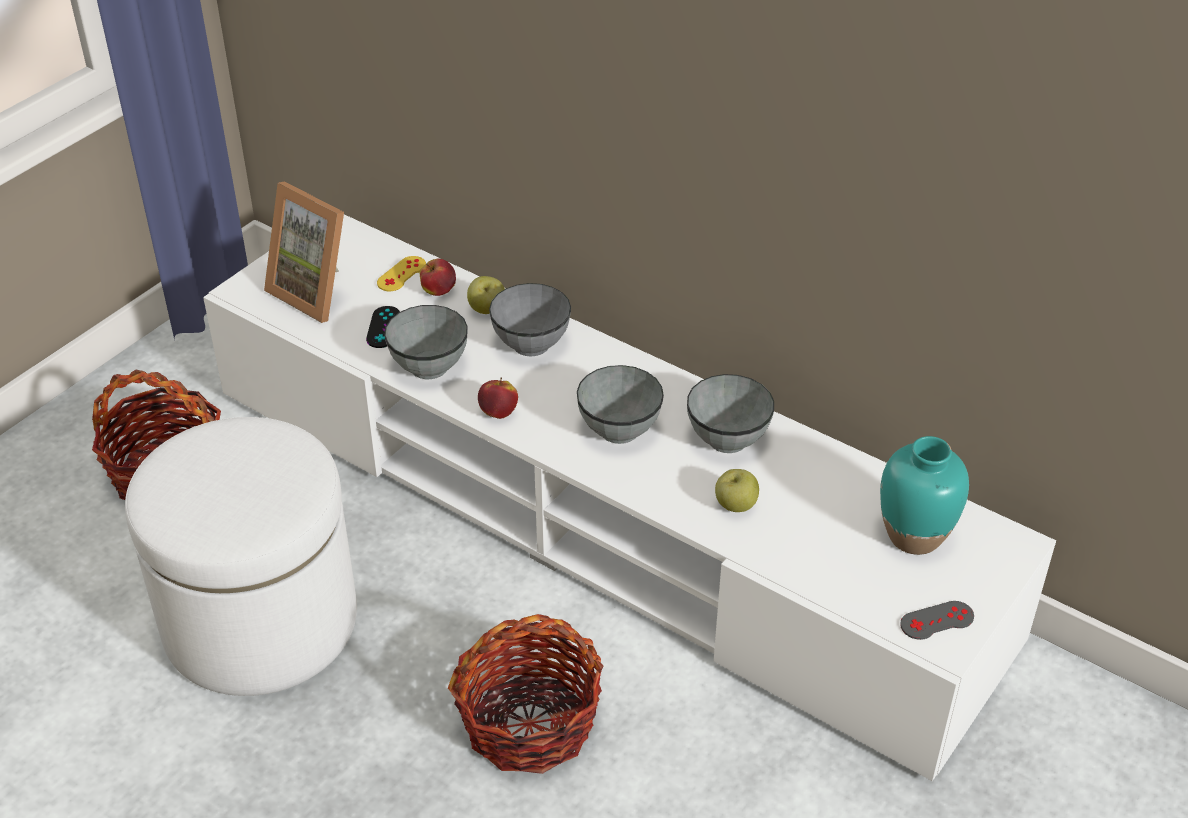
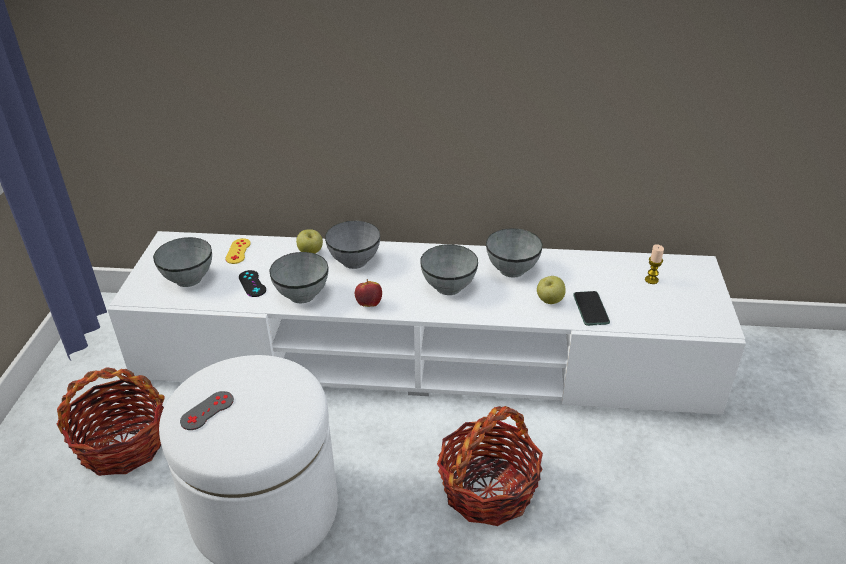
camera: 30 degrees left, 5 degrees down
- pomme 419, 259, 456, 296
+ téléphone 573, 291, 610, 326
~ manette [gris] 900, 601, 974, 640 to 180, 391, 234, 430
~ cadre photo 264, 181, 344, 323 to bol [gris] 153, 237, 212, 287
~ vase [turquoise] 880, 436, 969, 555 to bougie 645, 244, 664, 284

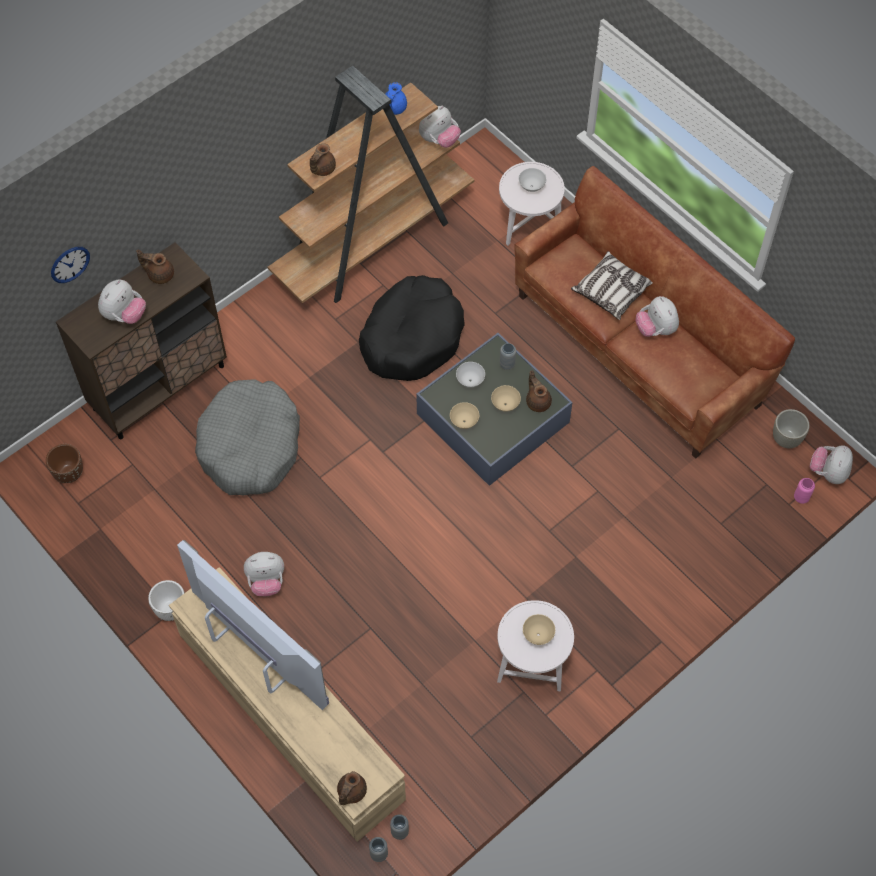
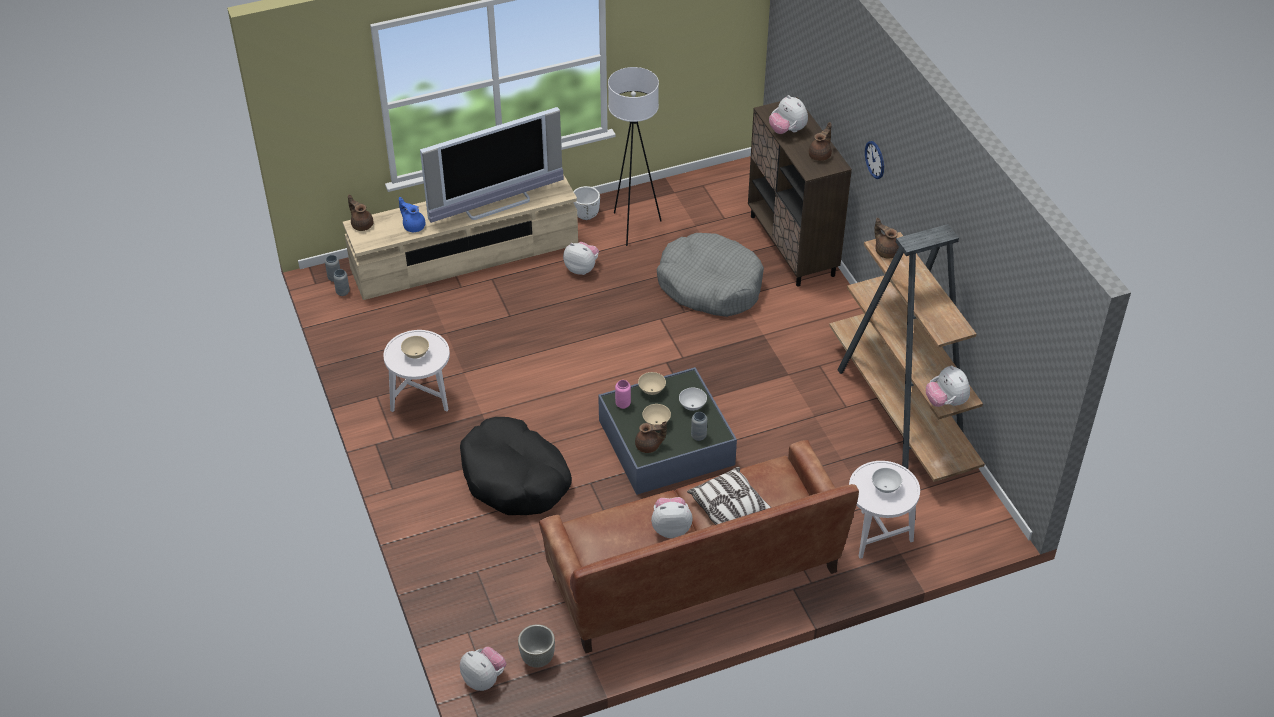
camera: 110 degrees right, 15 degrees down
- cache-pot [marron] 46, 444, 83, 483
+ lampadaire [blanc] 608, 67, 662, 246
~ horloge murale 51, 247, 90, 283 to 865, 141, 884, 179
~ panier pour chien [noir] 359, 275, 465, 381 to 460, 417, 572, 515
~ théière [bleu] 385, 82, 407, 115 to 399, 197, 425, 232
~ vase [rose] 794, 478, 815, 504 to 615, 380, 631, 409
~ peluche 244, 552, 284, 596 = 563, 242, 599, 275 105 degrees clockwise

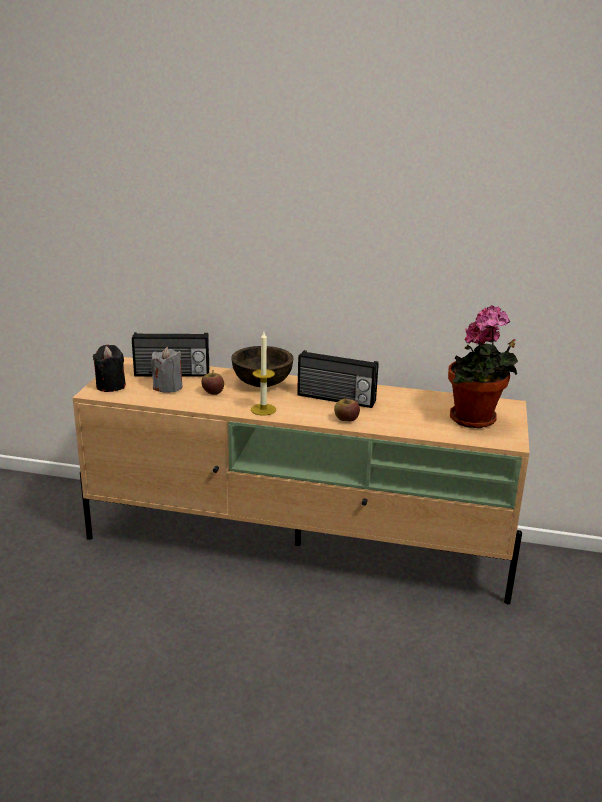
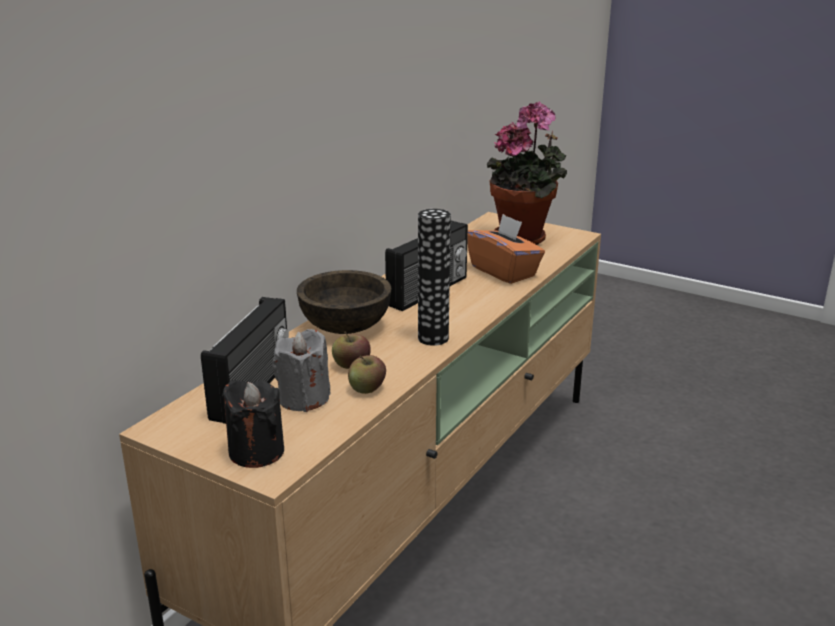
camera: 70 degrees left, 0 degrees up
+ boîte à mouchoirs [orange] 467, 214, 545, 284
~ pomme 334, 396, 360, 421 to 348, 355, 386, 394
~ bougie 251, 332, 276, 416 to vase 418, 209, 451, 346

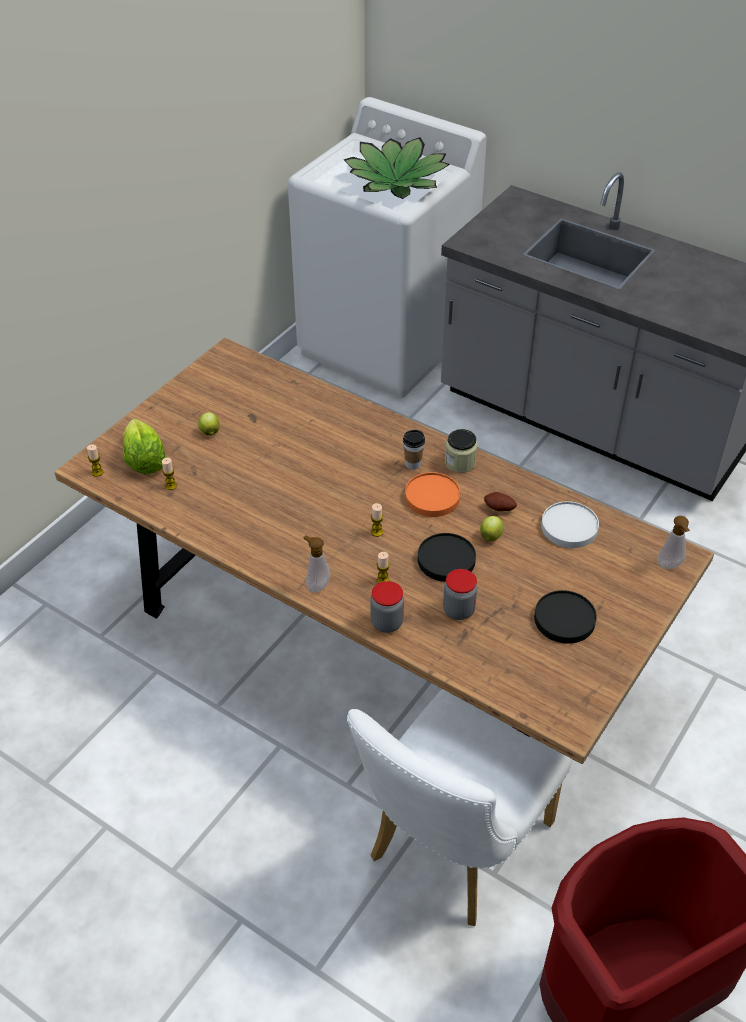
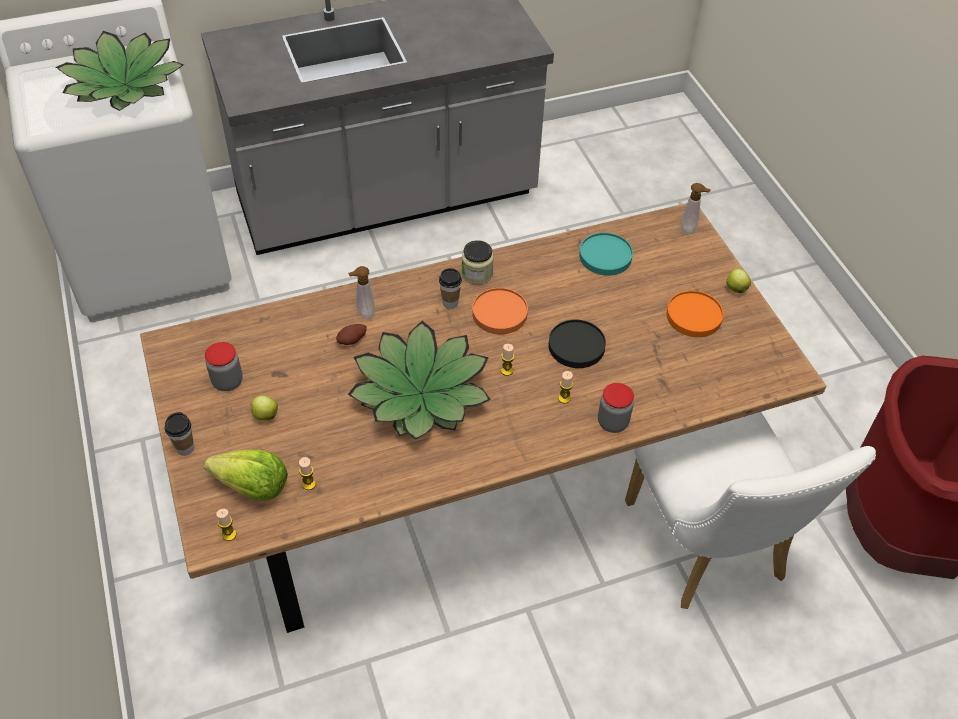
camera: 55 degrees left, 5 degrees up
+ tasse 165, 412, 194, 456
+ plante en pot 348, 321, 491, 440
~ distributeur de savon 304, 535, 330, 593 to 348, 266, 375, 319
~ bocal 443, 569, 477, 620 to 205, 342, 243, 391
~ pomme 480, 516, 504, 541 to 726, 269, 751, 293
~ pomme de terre 484, 492, 517, 511 to 336, 324, 367, 345
~ assiette [noir] 534, 590, 597, 644 to assiette [orange] 667, 291, 723, 337
~ assiette [blanc] 541, 501, 599, 548 to assiette [turquoise] 579, 233, 633, 276

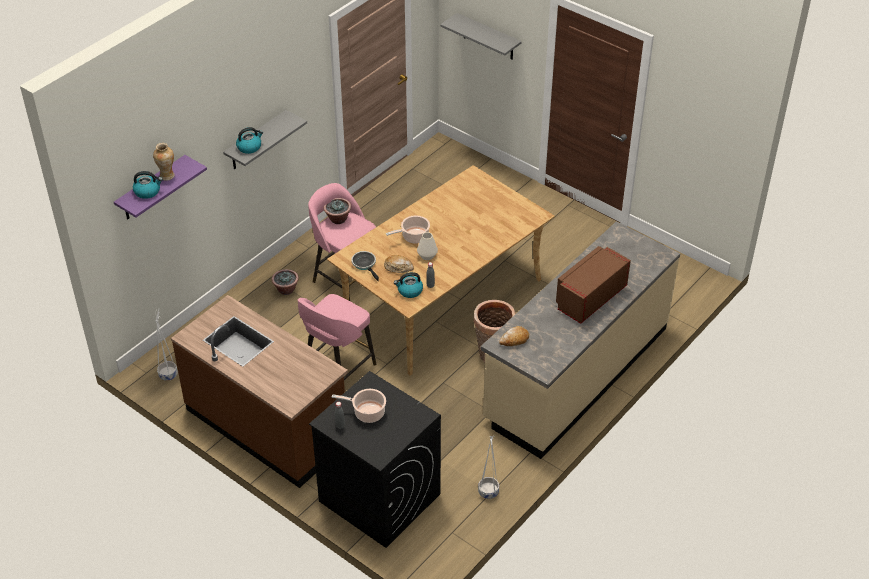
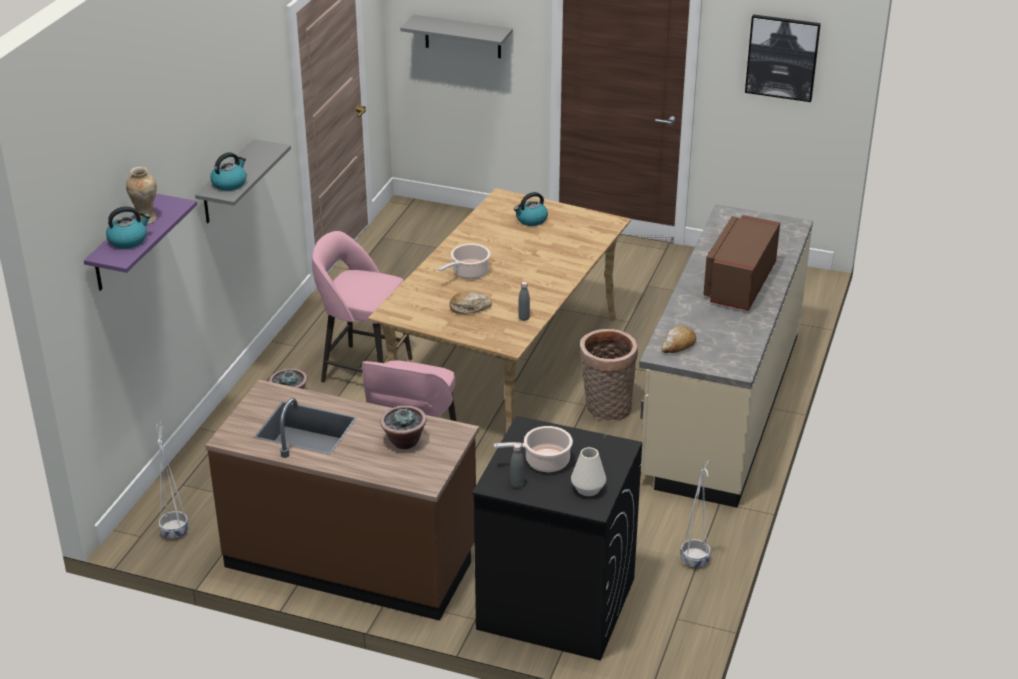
camera: 20 degrees left, 10 degrees down
- poêle 351, 251, 379, 281
+ tableau 745, 14, 821, 102
~ plante en pot 324, 198, 351, 224 to 380, 406, 427, 449
~ bouilloire 394, 272, 423, 298 to 514, 192, 548, 226
~ vase [blanc] 417, 232, 438, 260 to 571, 447, 606, 496

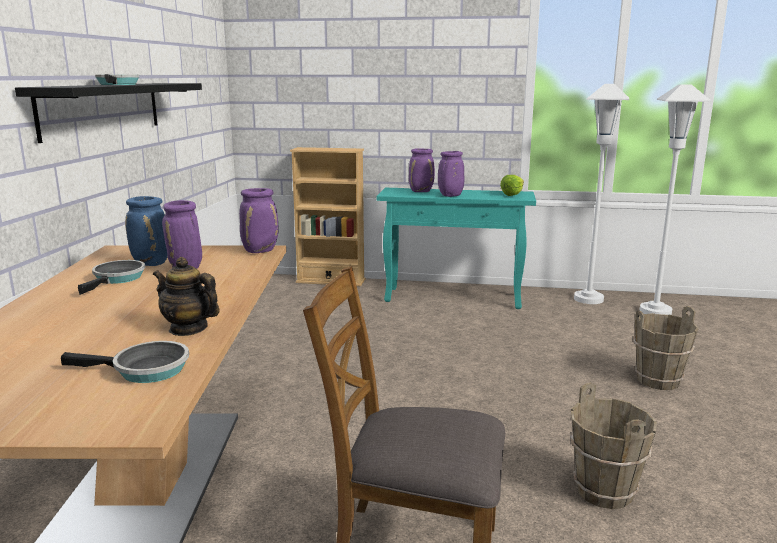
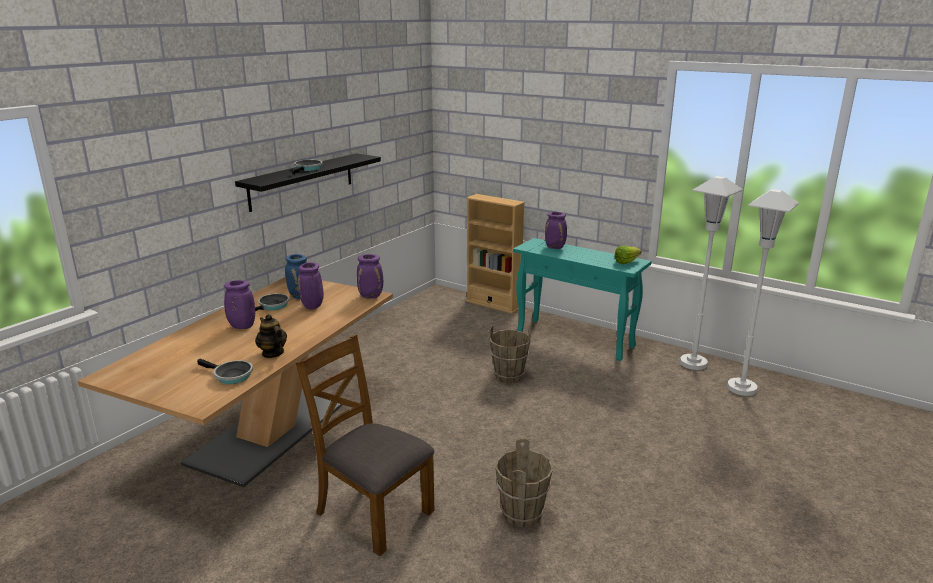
camera: 25 degrees right, 5 degrees up
~ vase [violet] 438, 151, 464, 197 to 224, 280, 255, 329
~ seau [marron] 633, 306, 699, 390 to 489, 326, 531, 383

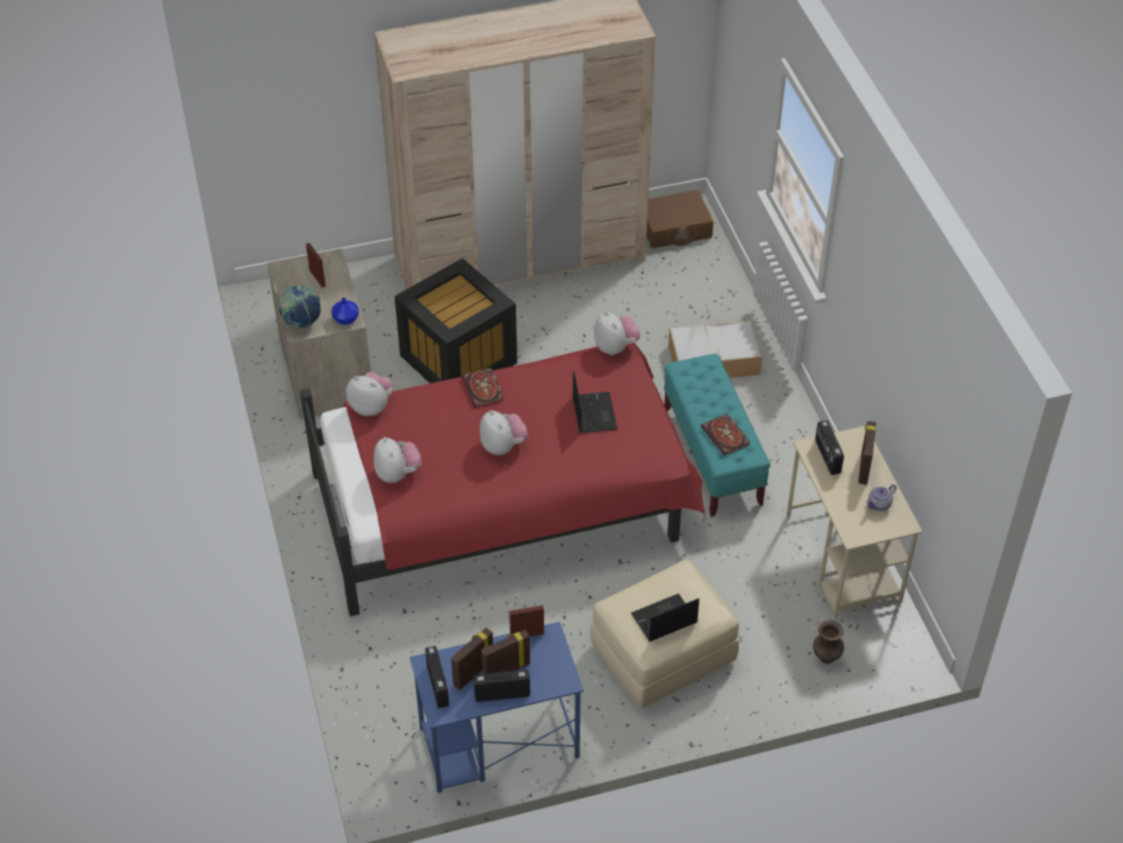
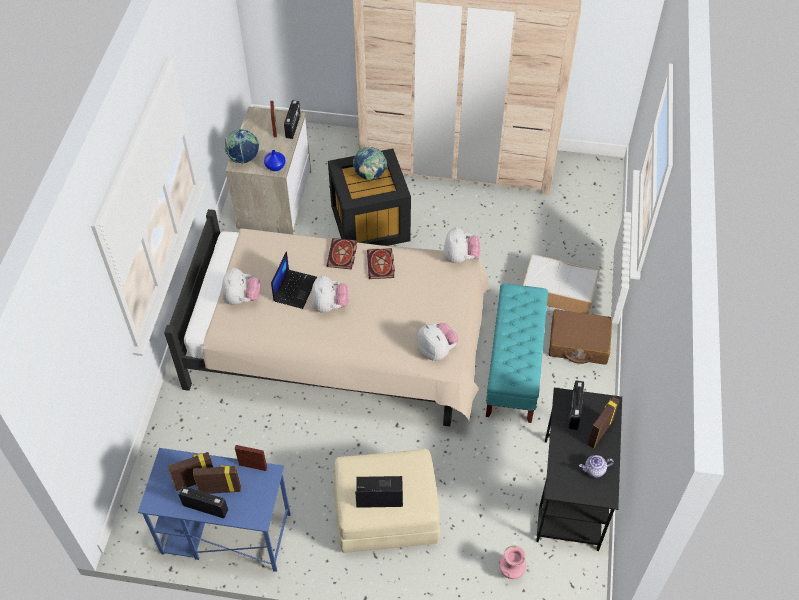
camera: 25 degrees right, 5 degrees up
+ globe 353, 147, 387, 180
~ peluche 346, 372, 393, 416 to 417, 323, 459, 361
~ radio 425, 646, 449, 708 to 284, 100, 301, 139
~ ordinateur portable 572, 371, 617, 433 to 271, 251, 317, 309
~ valise [marron] 646, 190, 713, 248 to 549, 309, 612, 365
~ livre 701, 414, 750, 456 to 367, 248, 395, 279
~ lit [rouge] 300, 342, 706, 616 to lit [beige] 164, 209, 491, 426
~ bureau [beige] 786, 426, 923, 619 to bureau [noir] 536, 388, 622, 551
~ vase [marron] 813, 620, 844, 664 to vase [rose] 499, 546, 526, 579

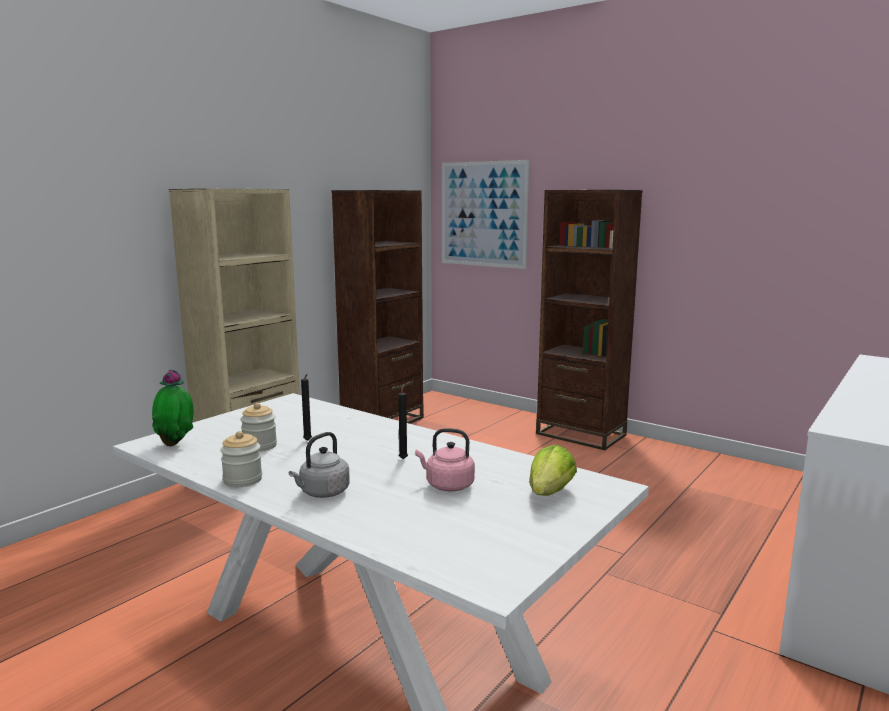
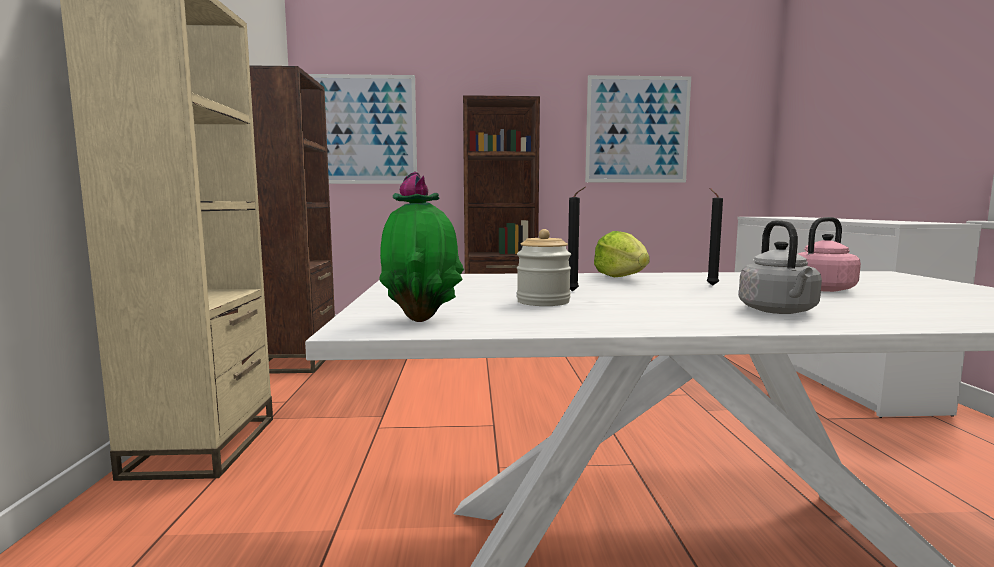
camera: 40 degrees left, 5 degrees down
- bocal 220, 431, 262, 487
+ tableau 585, 75, 691, 183
~ laitue 529, 445, 577, 496 to 594, 231, 650, 277

